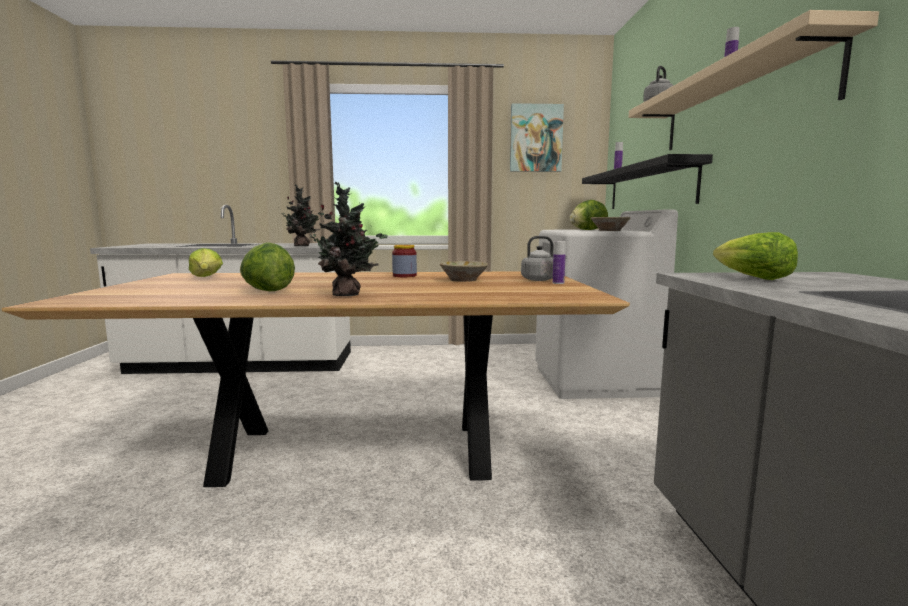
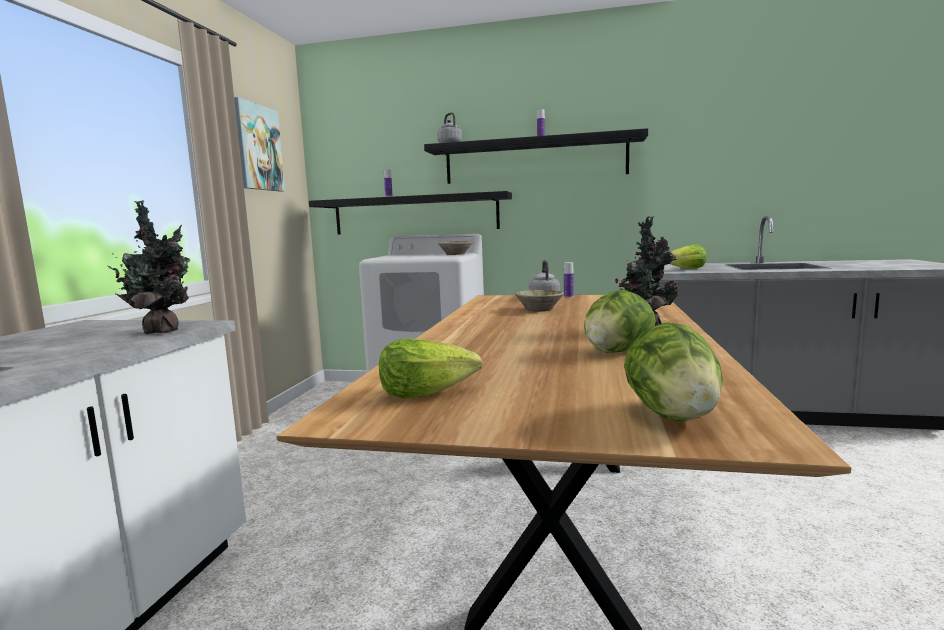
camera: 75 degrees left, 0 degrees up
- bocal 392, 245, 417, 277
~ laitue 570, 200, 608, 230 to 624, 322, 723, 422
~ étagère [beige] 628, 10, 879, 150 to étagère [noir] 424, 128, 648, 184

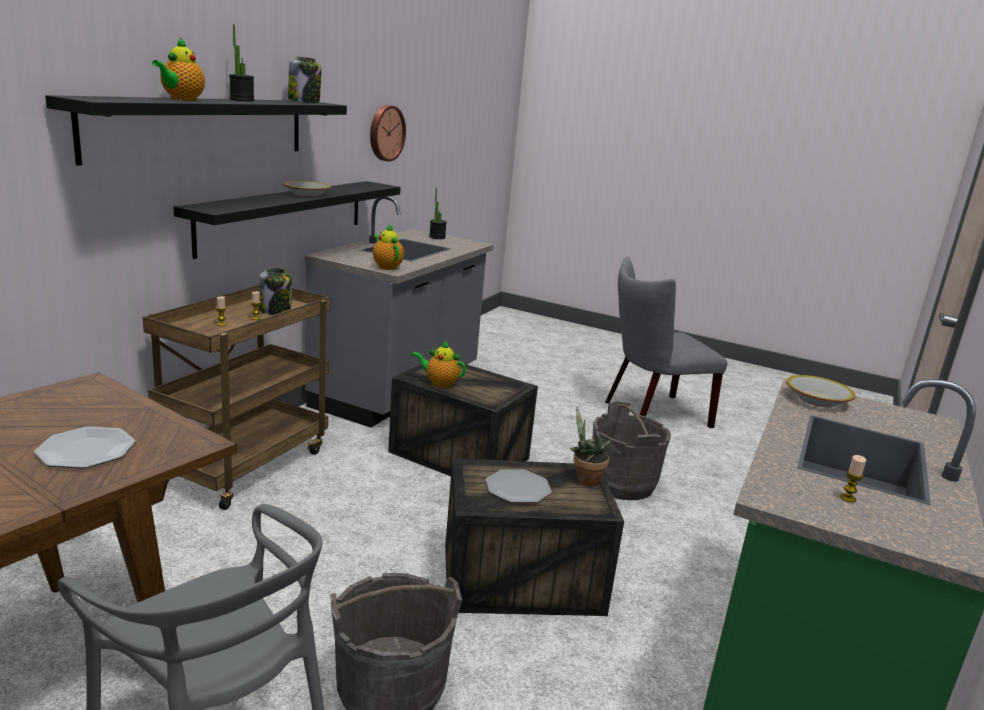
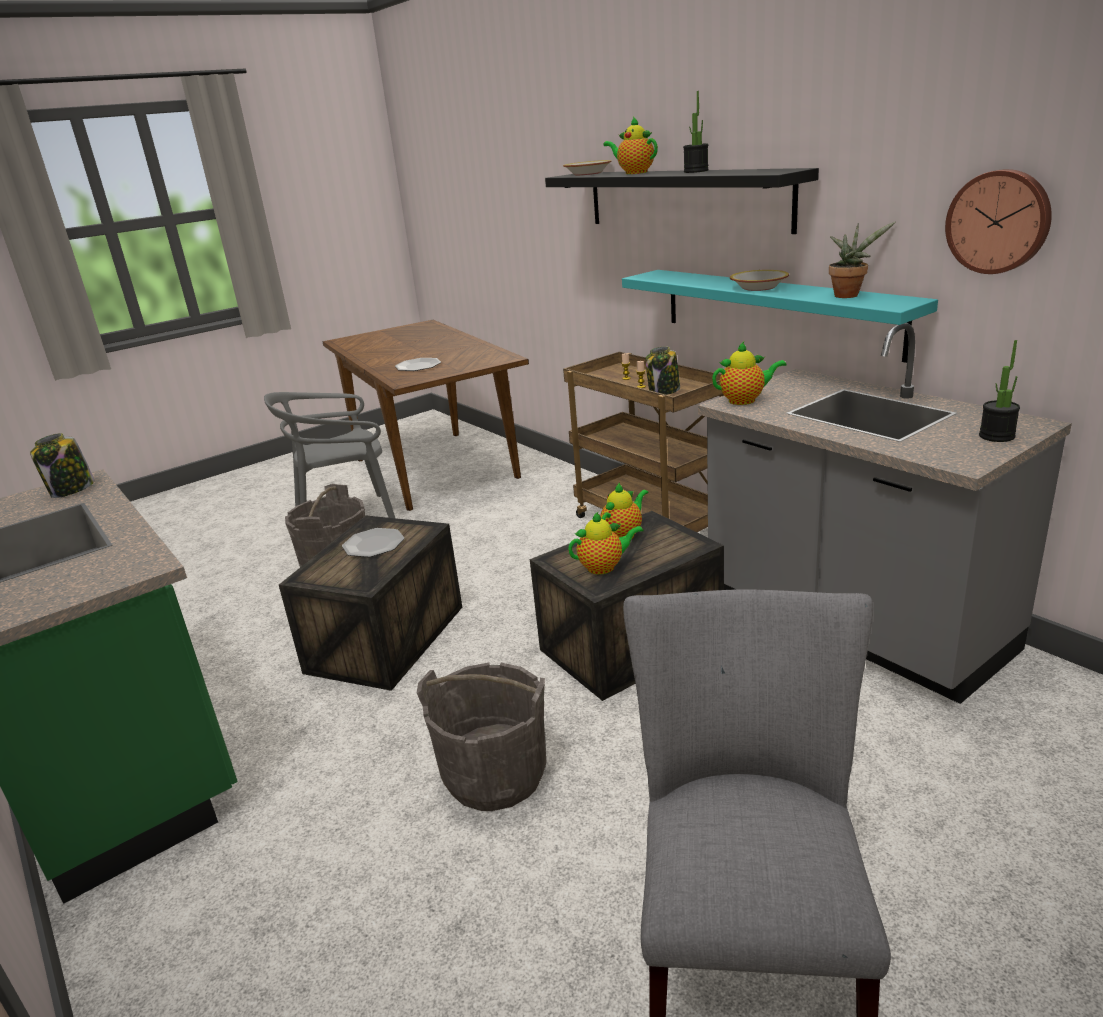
camera: 120 degrees right, 5 degrees up
- bougie 840, 455, 866, 503
+ théière 568, 512, 644, 575
~ bocal 288, 56, 321, 103 to 30, 433, 95, 498
~ plante en pot 570, 407, 611, 486 to 829, 222, 895, 298
~ bol 786, 375, 856, 407 to 563, 160, 612, 175
~ étagère [noir] 173, 181, 401, 259 to étagère [turquoise] 622, 270, 938, 363

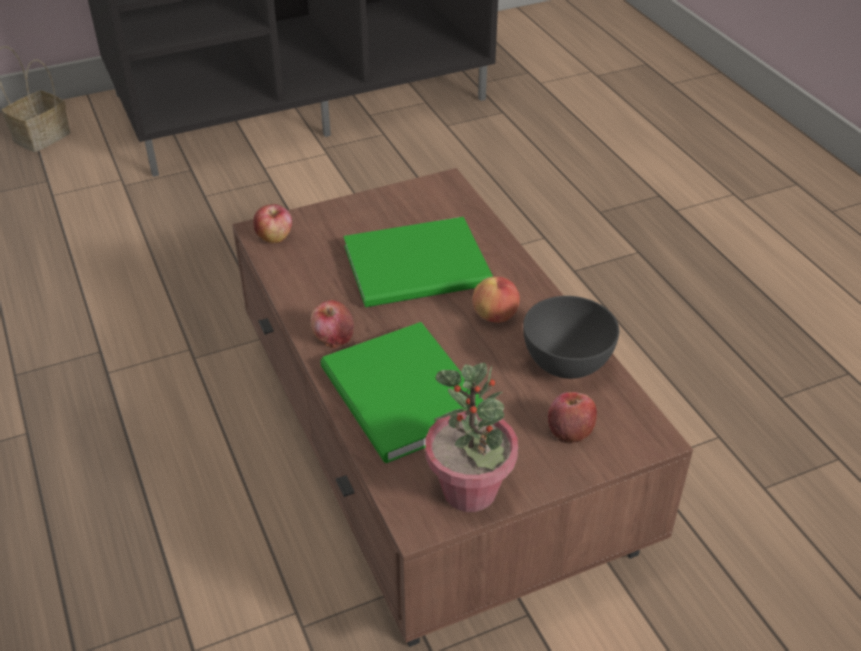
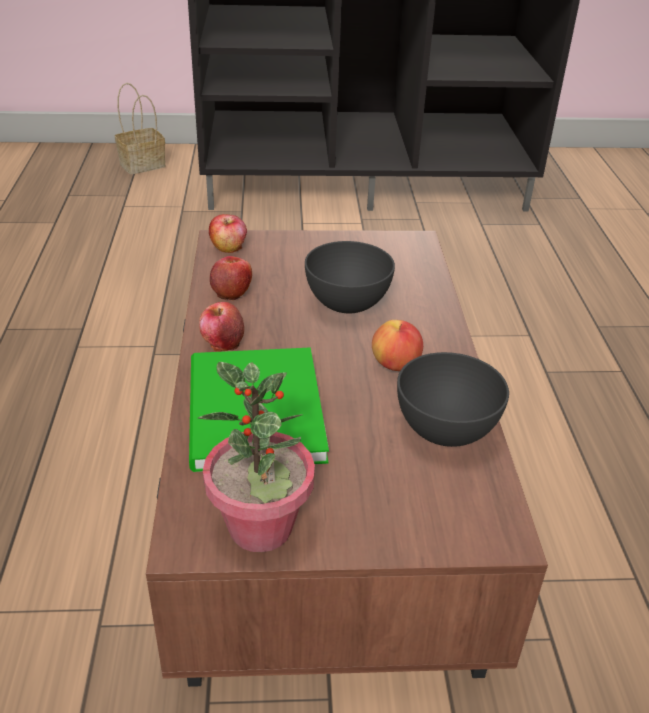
camera: 20 degrees right, 5 degrees down
~ pomme 548, 392, 597, 444 to 210, 256, 252, 300
~ livre [vert] 344, 217, 493, 308 to bol [gris] 305, 241, 395, 314

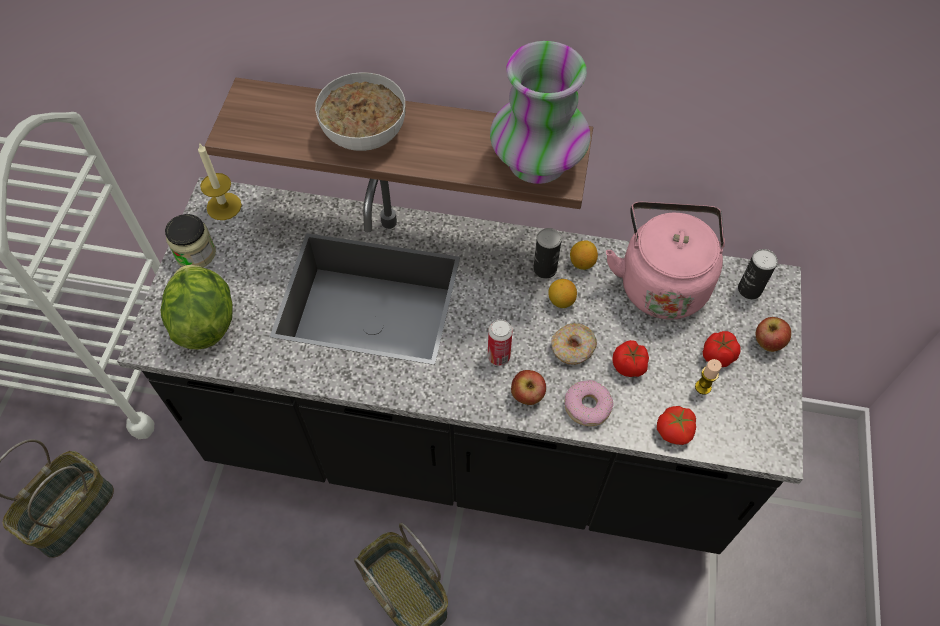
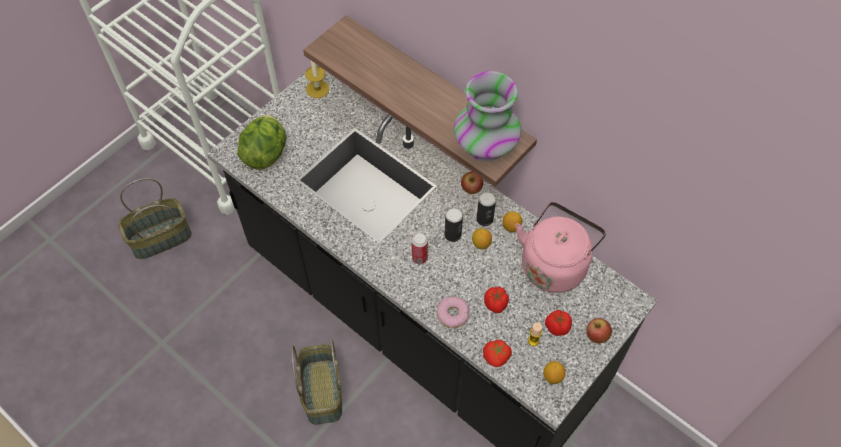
camera: 30 degrees right, 0 degrees up
- bocal 165, 214, 216, 267
- bol 315, 72, 406, 151
- beignet 551, 323, 597, 365
+ citron 543, 361, 566, 384
~ pomme 511, 370, 546, 405 to 461, 171, 483, 194
~ boîte métallique 738, 249, 778, 299 to 444, 207, 463, 242

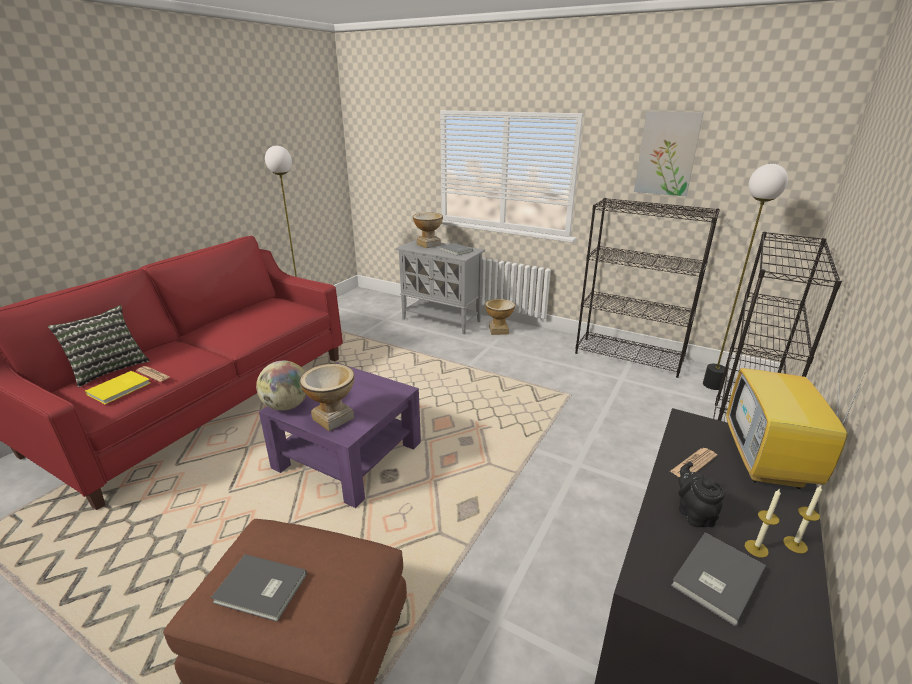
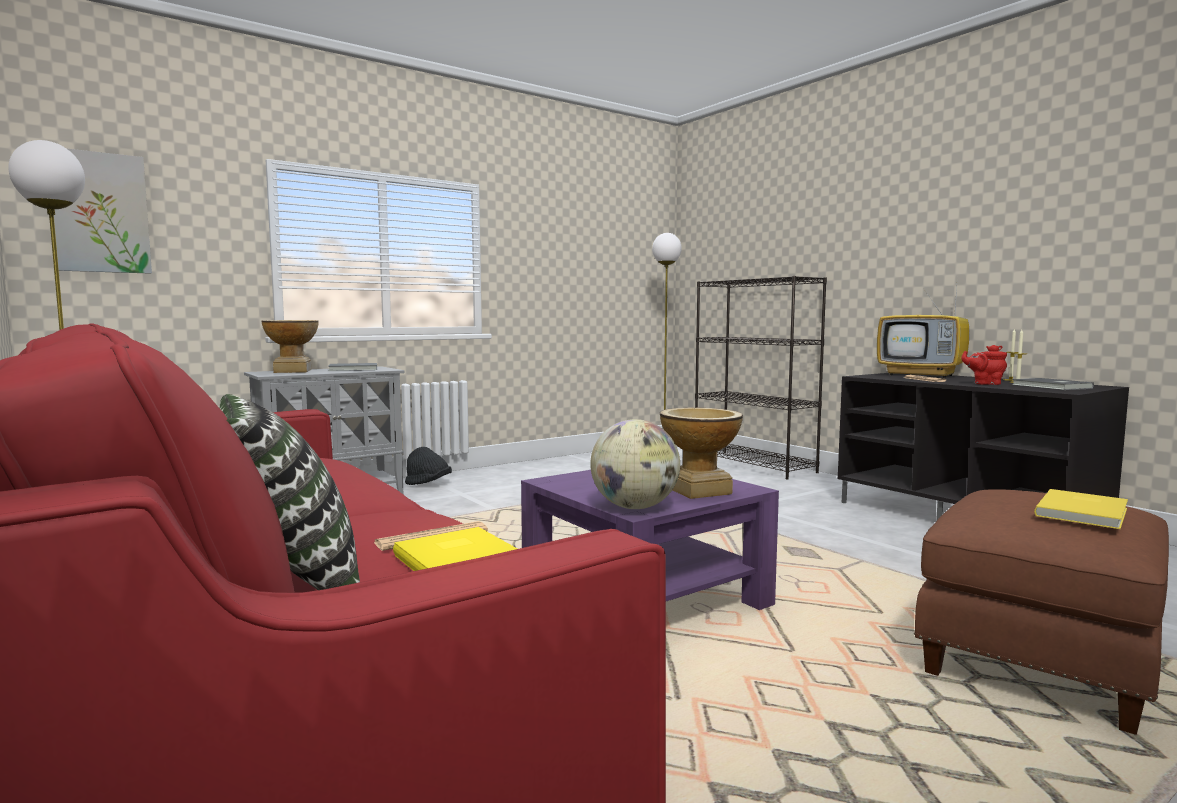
camera: 65 degrees left, 20 degrees down
- bibliothèque [noir] 575, 198, 720, 378
~ tableau 634, 111, 704, 196 to 54, 148, 152, 274
~ vase 485, 299, 515, 335 to chapeau [noir] 405, 447, 452, 485
~ livre [gris] 211, 554, 307, 622 to livre [jaune] 1034, 489, 1128, 529
~ théière [noir] 678, 462, 724, 527 to théière [rouge] 961, 345, 1007, 385

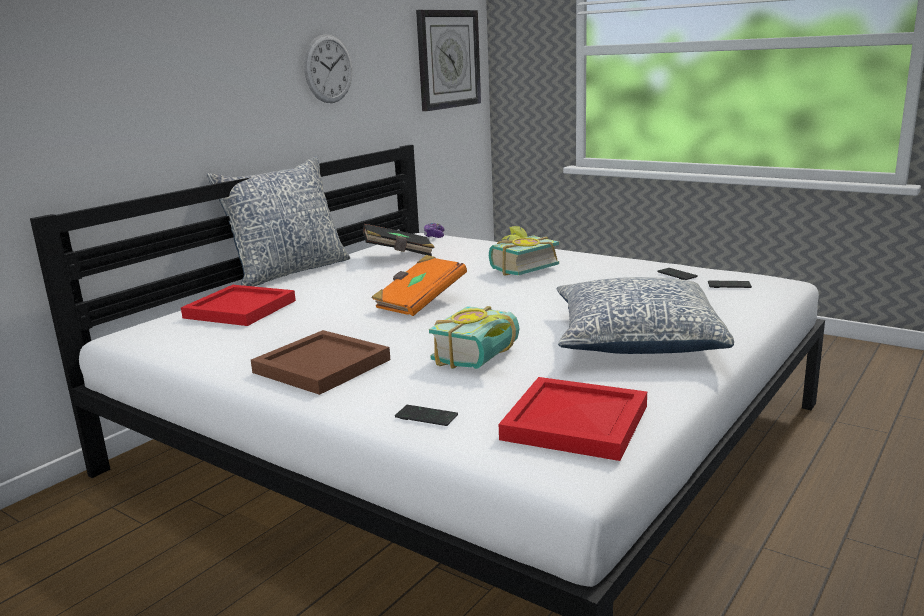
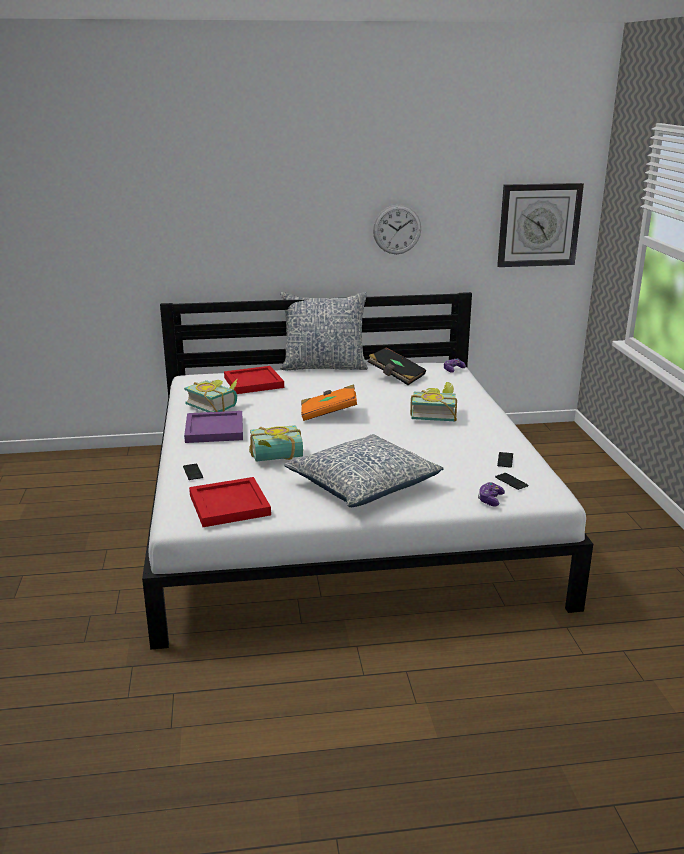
camera: 45 degrees right, 5 degrees up
+ livre 184, 378, 238, 412
+ manette 478, 482, 505, 507
~ plateau [marron] 251, 330, 390, 395 to plateau [violet] 184, 411, 243, 443

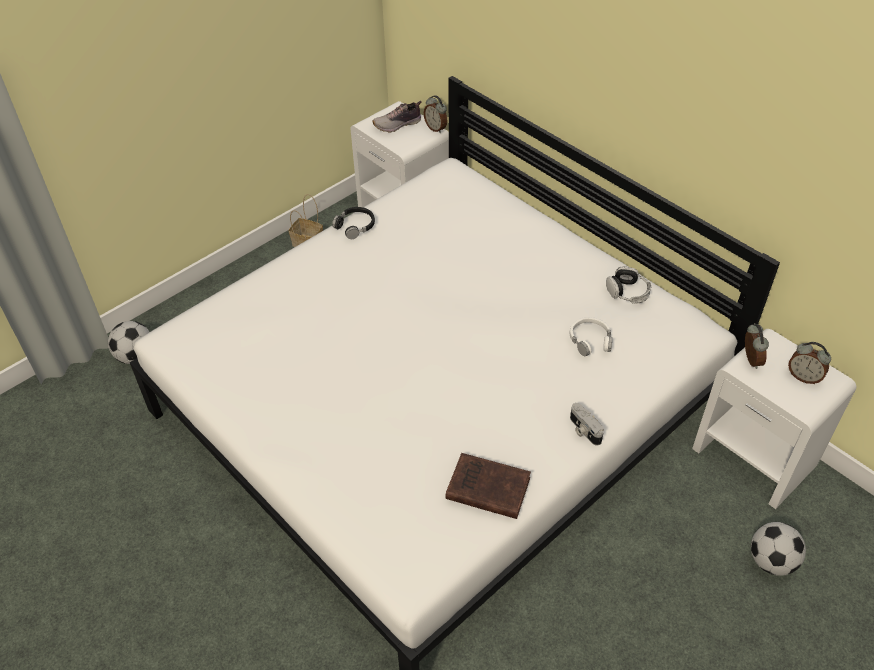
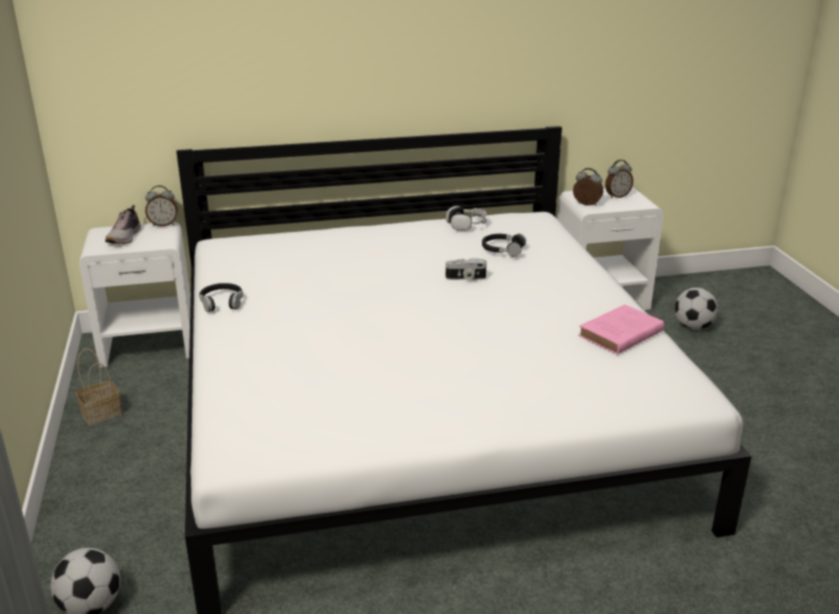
camera: 60 degrees left, 20 degrees down
~ appareil photo 570, 403, 604, 446 to 446, 259, 486, 280
~ livre [marron] 445, 453, 531, 519 to livre [rose] 578, 305, 664, 354
~ casque audio [blanc] 569, 317, 612, 356 to casque audio [noir] 482, 234, 526, 257

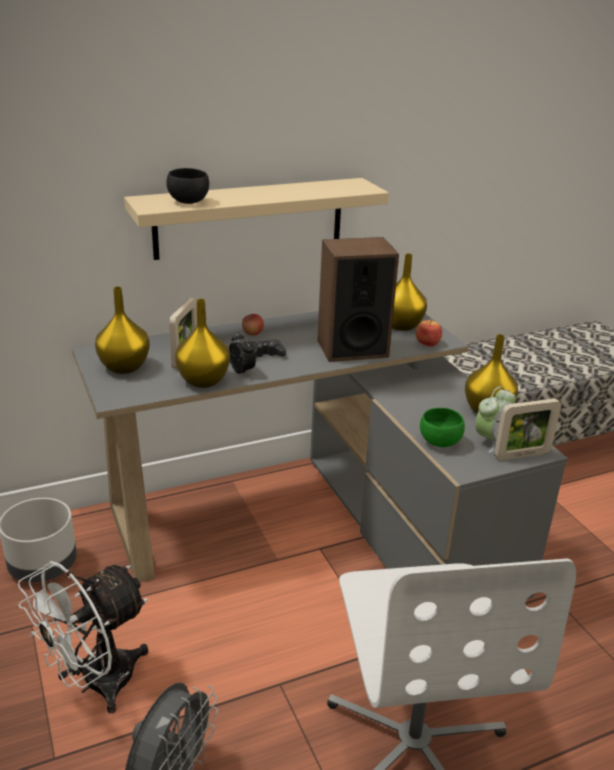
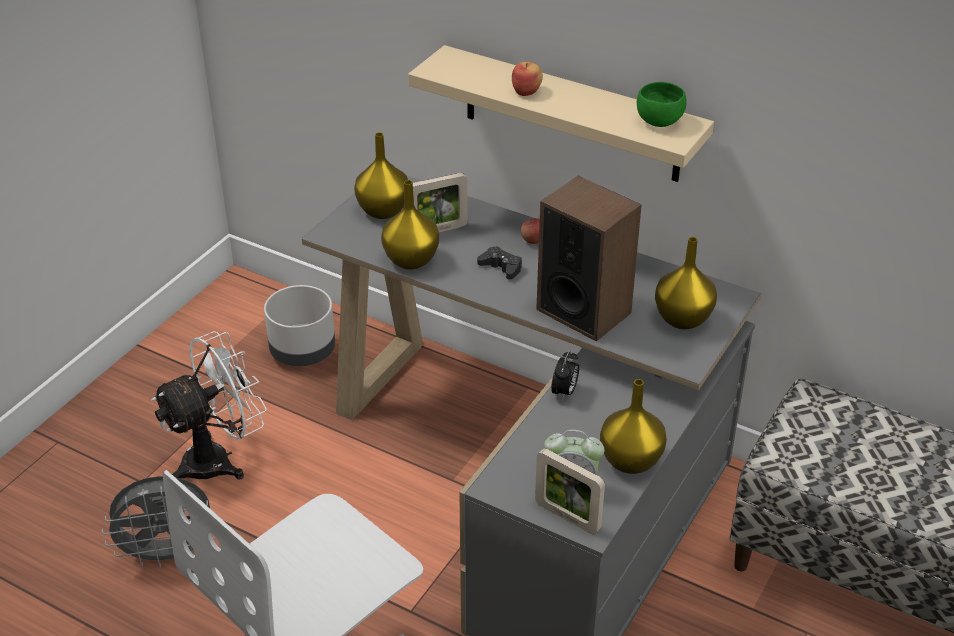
camera: 55 degrees right, 10 degrees up
- bol [noir] 166, 168, 209, 204
~ réveil 229, 331, 256, 375 to 551, 350, 579, 401
~ pomme 416, 320, 442, 347 to 512, 62, 543, 96
~ bol [vert] 420, 408, 465, 447 to 637, 82, 687, 127
~ ventilateur [blanc] 18, 561, 148, 713 = 151, 331, 267, 480 135 degrees clockwise

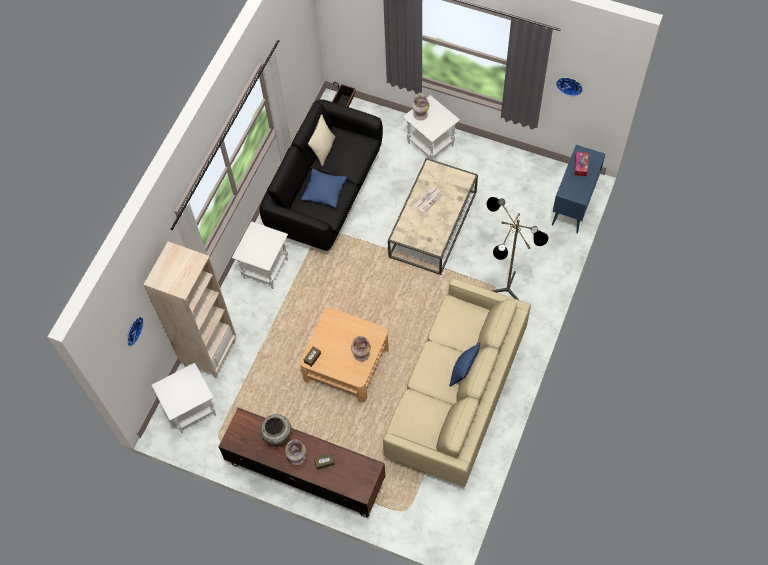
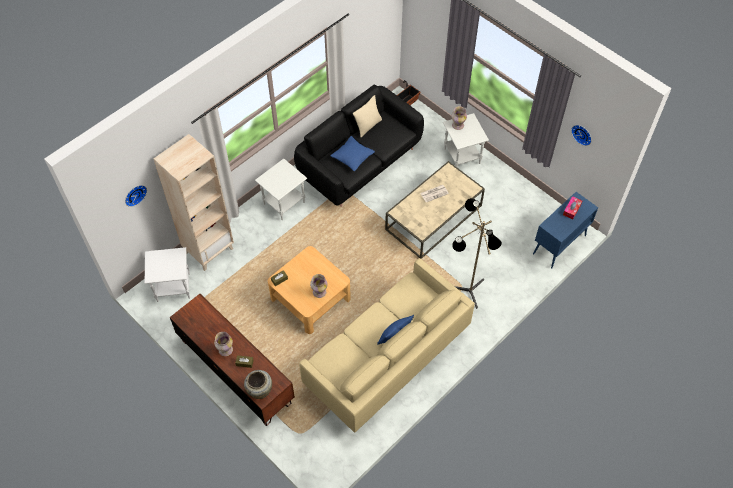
camera: 20 degrees right, 5 degrees down
~ vase [beige] 260, 414, 291, 446 to 244, 370, 272, 399

